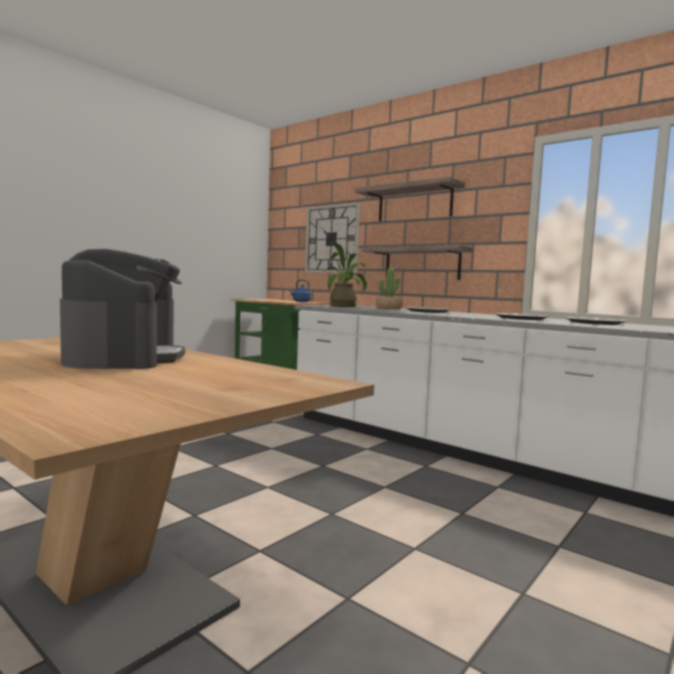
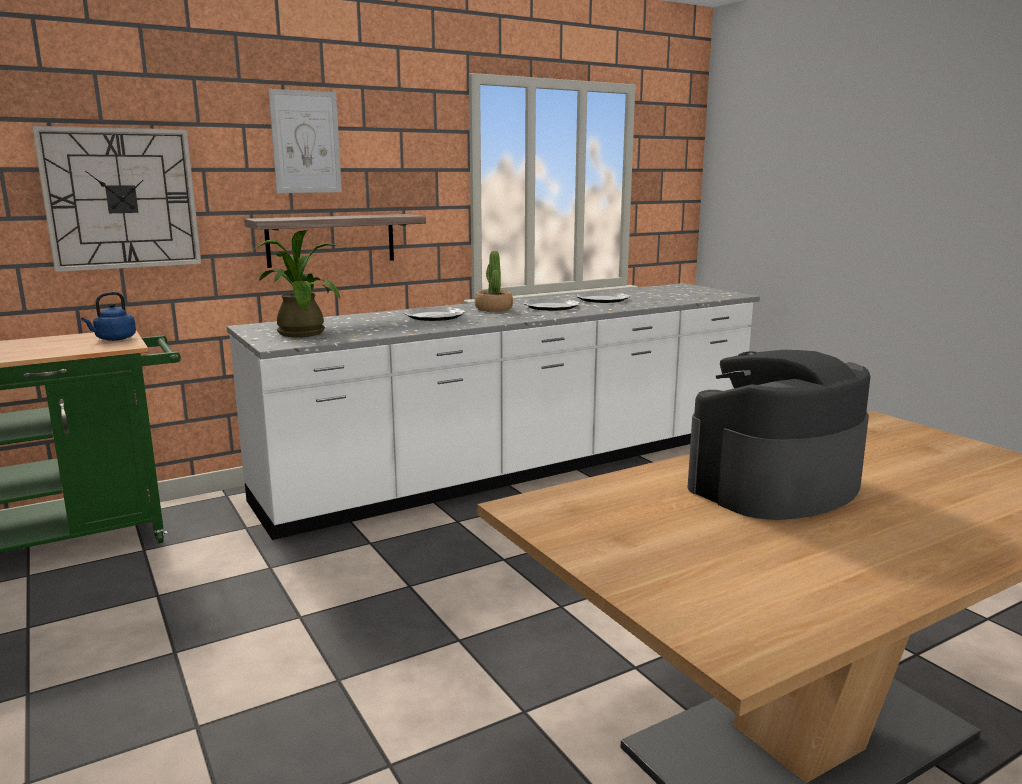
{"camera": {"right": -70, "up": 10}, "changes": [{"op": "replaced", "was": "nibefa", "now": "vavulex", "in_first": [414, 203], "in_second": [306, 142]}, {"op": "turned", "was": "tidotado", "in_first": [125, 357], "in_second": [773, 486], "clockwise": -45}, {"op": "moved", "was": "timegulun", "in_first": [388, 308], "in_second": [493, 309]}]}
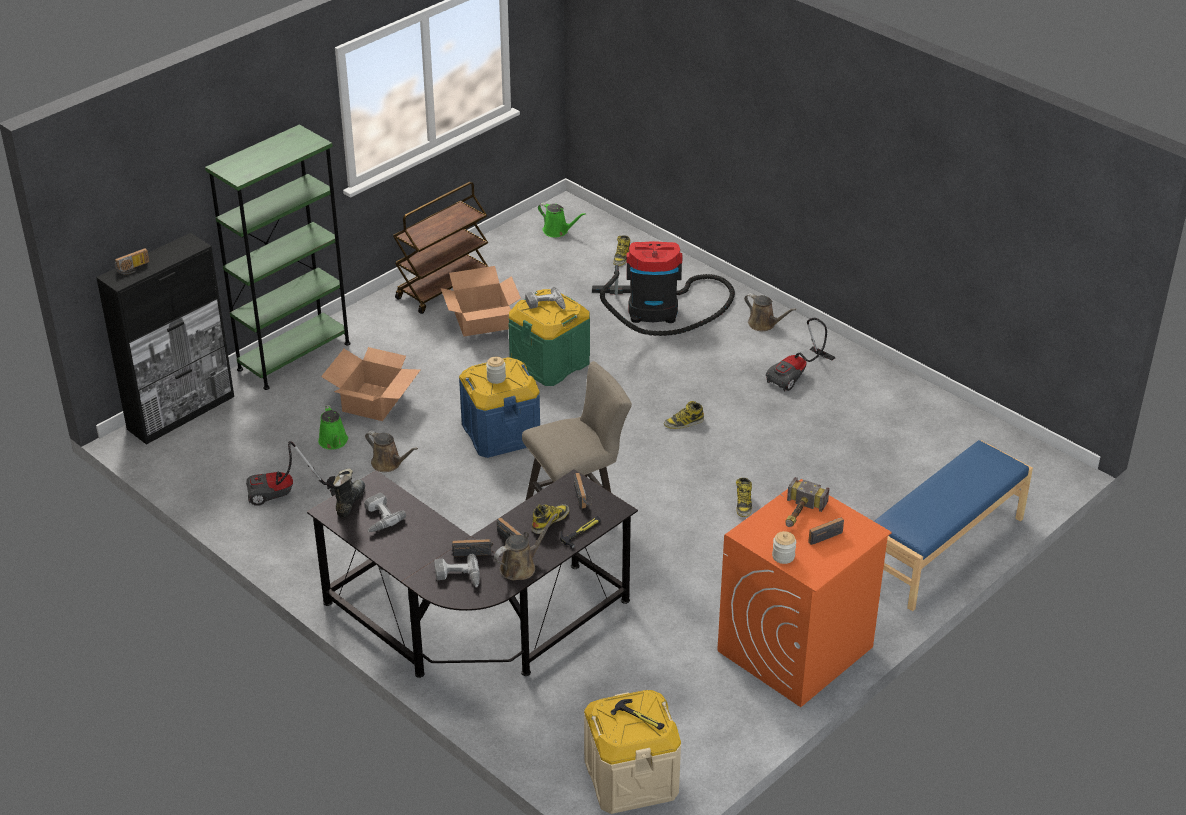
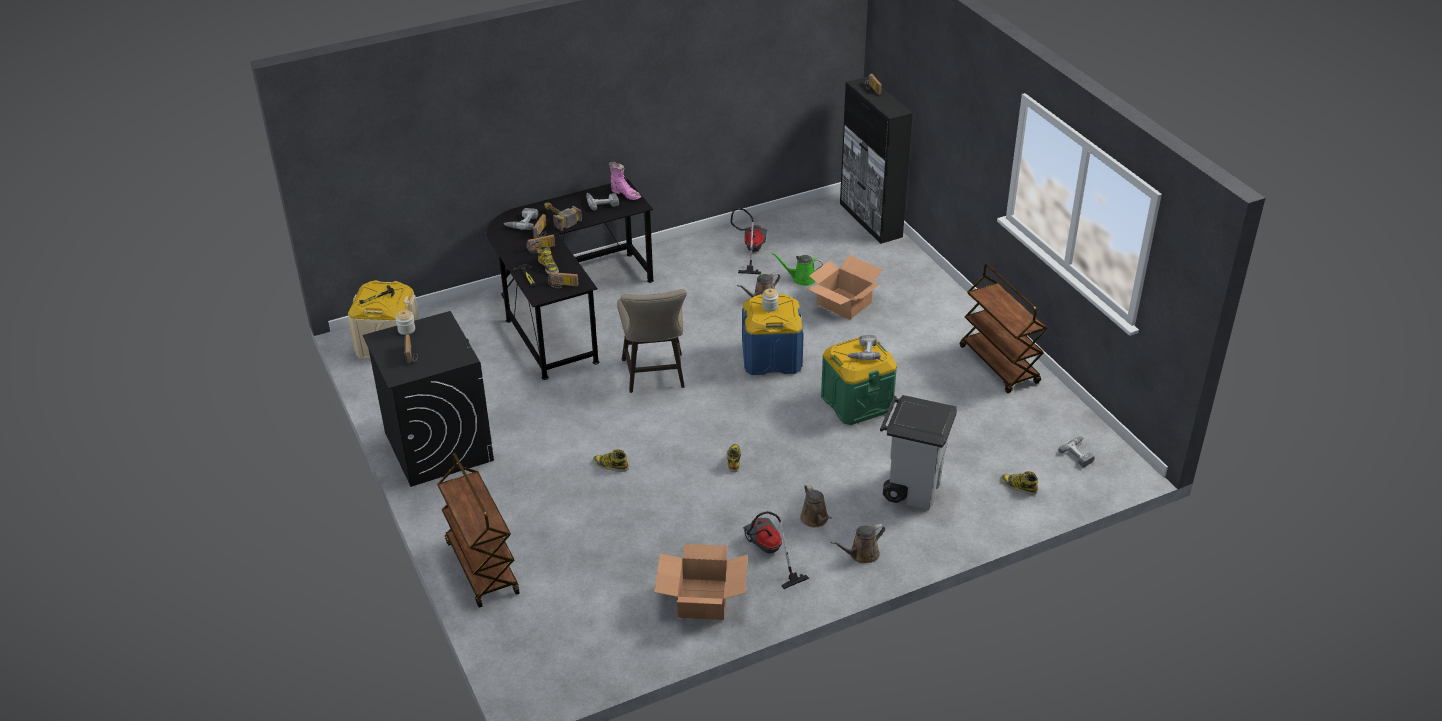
{"camera": {"right": 110, "up": 0}, "changes": [{"op": "removed", "was": "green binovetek", "in_first": [294, 356]}, {"op": "replaced", "was": "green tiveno", "now": "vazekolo", "in_first": [557, 231], "in_second": [1080, 453]}, {"op": "replaced", "was": "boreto", "now": "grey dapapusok", "in_first": [659, 311], "in_second": [912, 488]}, {"op": "moved", "was": "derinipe", "in_first": [482, 321], "in_second": [702, 599]}, {"op": "replaced", "was": "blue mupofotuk", "now": "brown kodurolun", "in_first": [944, 549], "in_second": [481, 567]}, {"op": "recoloured", "was": "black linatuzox", "now": "pink linatuzox", "in_first": [349, 502], "in_second": [625, 194]}, {"op": "moved", "was": "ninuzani", "in_first": [799, 514], "in_second": [558, 217]}, {"op": "recoloured", "was": "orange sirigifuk", "now": "black sirigifuk", "in_first": [794, 649], "in_second": [438, 445]}, {"op": "moved", "was": "brown tiveno", "in_first": [521, 566], "in_second": [815, 519]}]}
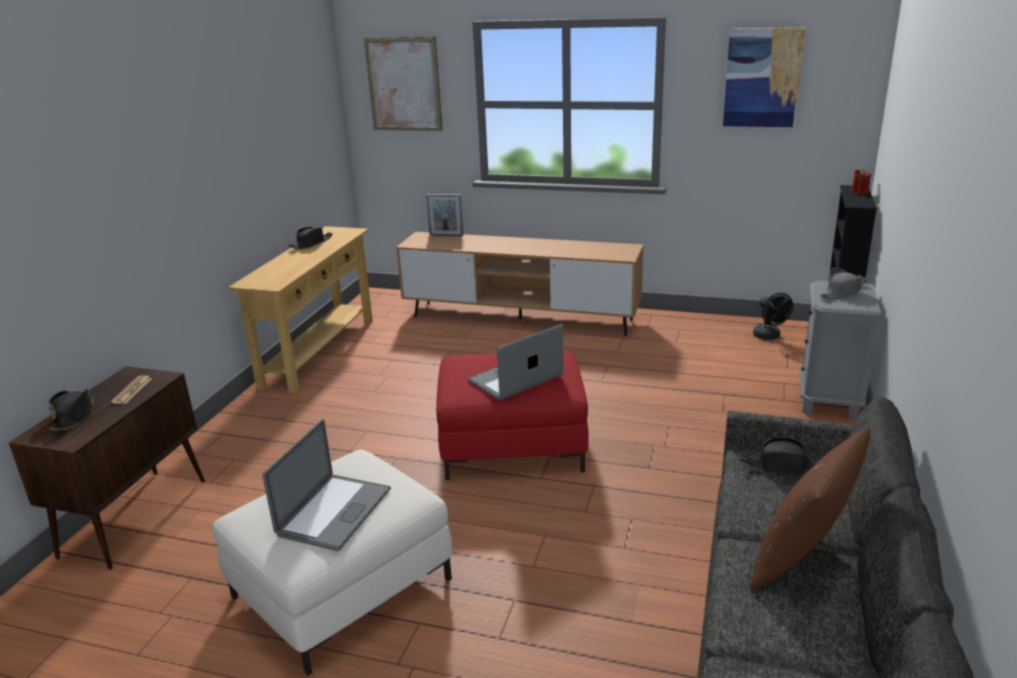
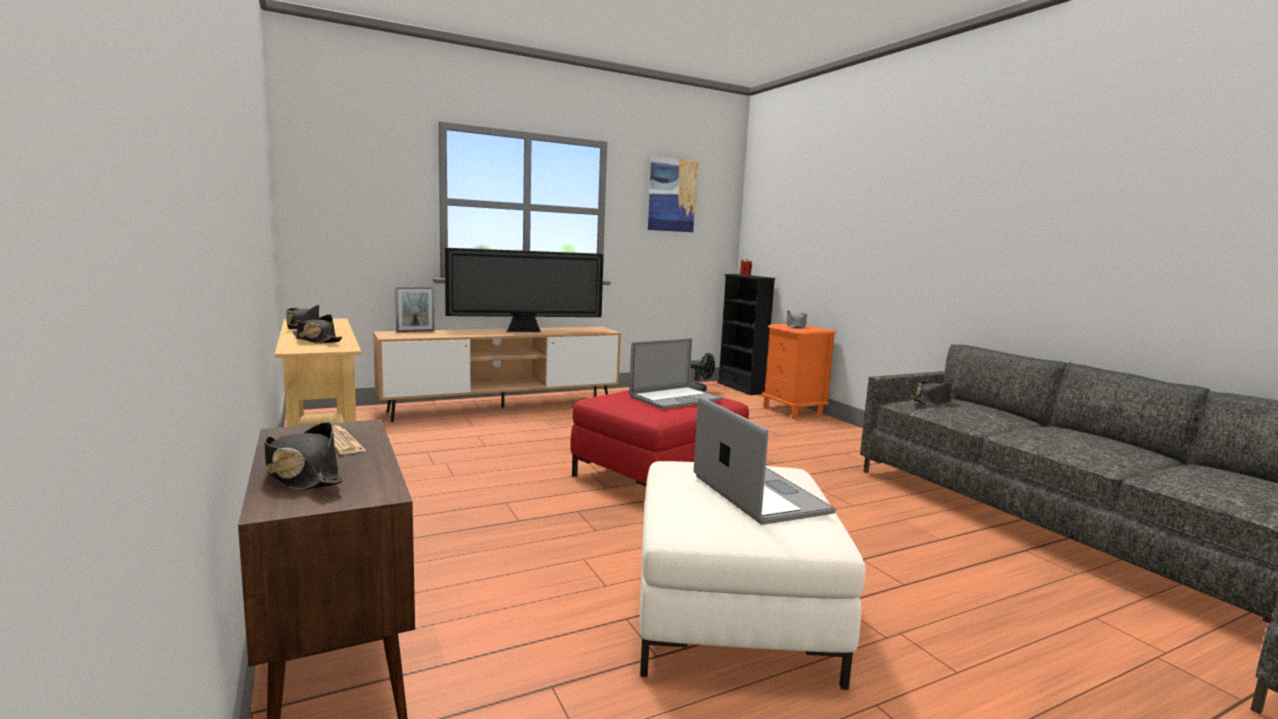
{"camera": {"right": -45, "up": -15}, "changes": [{"op": "removed", "was": "vavulex", "in_first": [403, 84]}, {"op": "recoloured", "was": "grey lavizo", "now": "orange lavizo", "in_first": [829, 400], "in_second": [793, 411]}, {"op": "turned", "was": "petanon", "in_first": [515, 378], "in_second": [675, 398], "clockwise": -135}, {"op": "removed", "was": "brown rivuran", "in_first": [801, 561]}, {"op": "added", "now": "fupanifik", "in_second": [525, 331]}, {"op": "added", "now": "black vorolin", "in_second": [316, 340]}]}
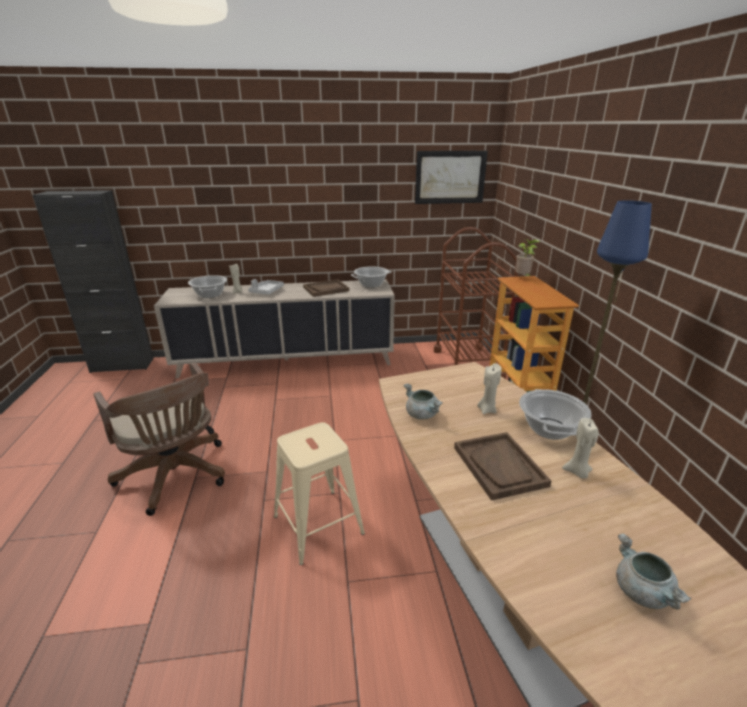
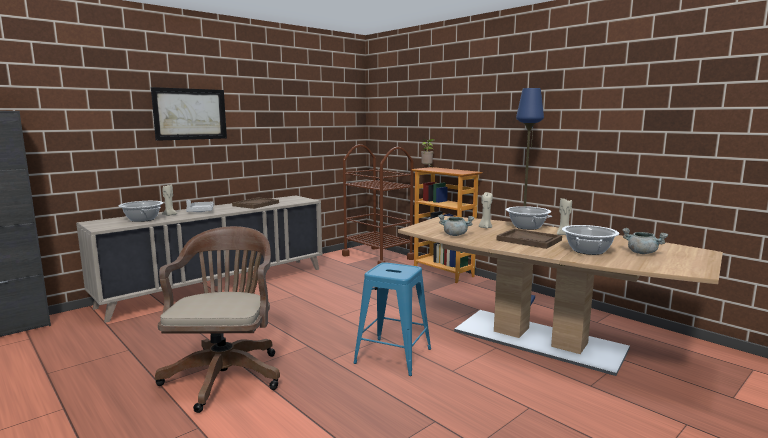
{"camera": {"right": -35, "up": -15}, "changes": [{"op": "moved", "was": "vavulex", "in_first": [450, 177], "in_second": [190, 114]}, {"op": "moved", "was": "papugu", "in_first": [371, 284], "in_second": [588, 251]}, {"op": "turned", "was": "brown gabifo", "in_first": [176, 477], "in_second": [226, 374], "clockwise": -105}, {"op": "recoloured", "was": "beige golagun", "now": "blue golagun", "in_first": [318, 525], "in_second": [393, 356]}]}
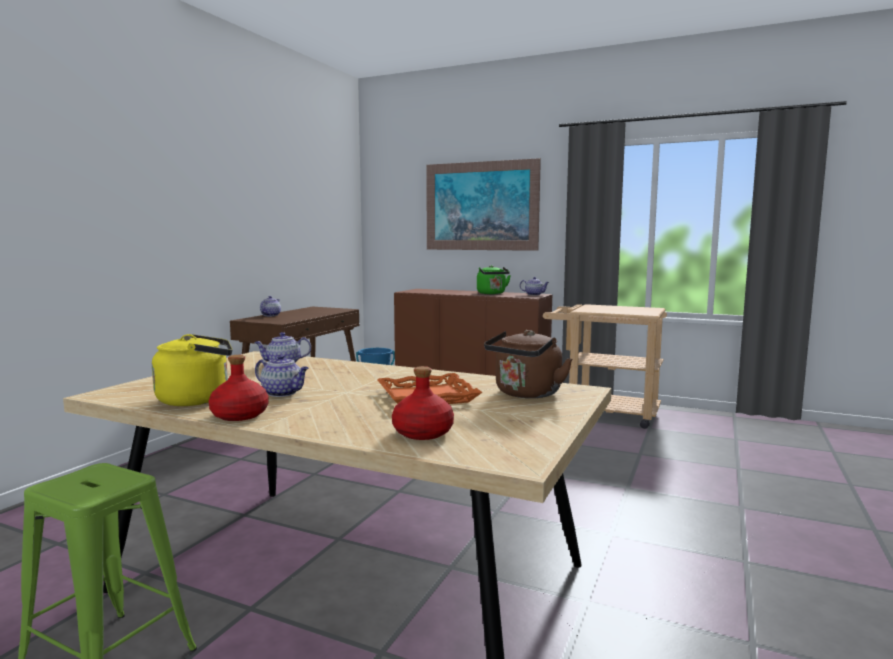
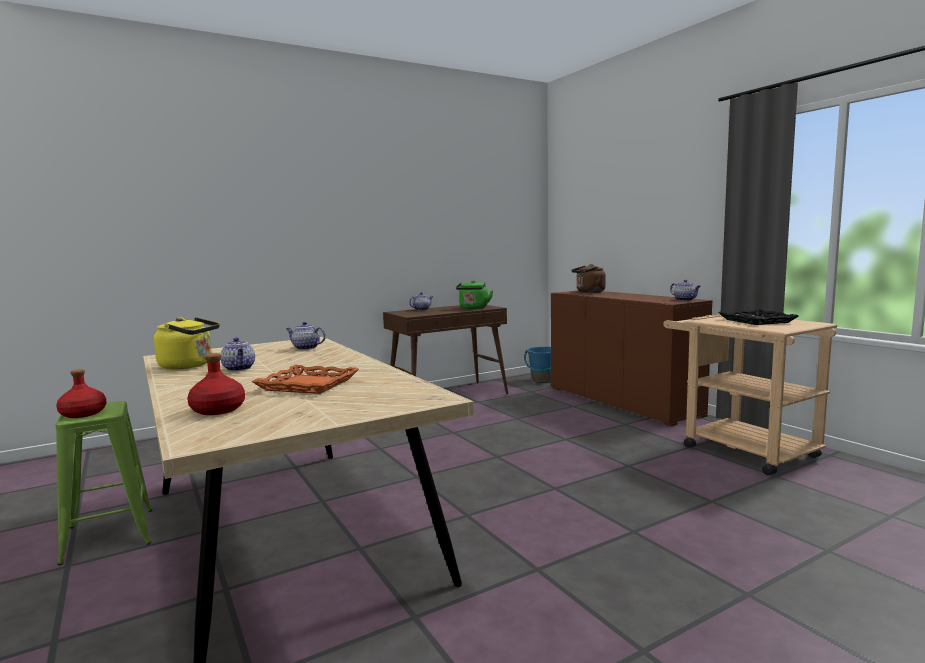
{"camera": {"right": 35, "up": 0}, "changes": [{"op": "removed", "was": "vavulex", "in_first": [481, 206]}, {"op": "moved", "was": "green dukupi", "in_first": [492, 293], "in_second": [473, 308]}, {"op": "moved", "was": "brown dukupi", "in_first": [526, 394], "in_second": [589, 292]}, {"op": "moved", "was": "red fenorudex", "in_first": [239, 415], "in_second": [83, 414]}, {"op": "added", "now": "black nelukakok", "in_second": [756, 321]}]}
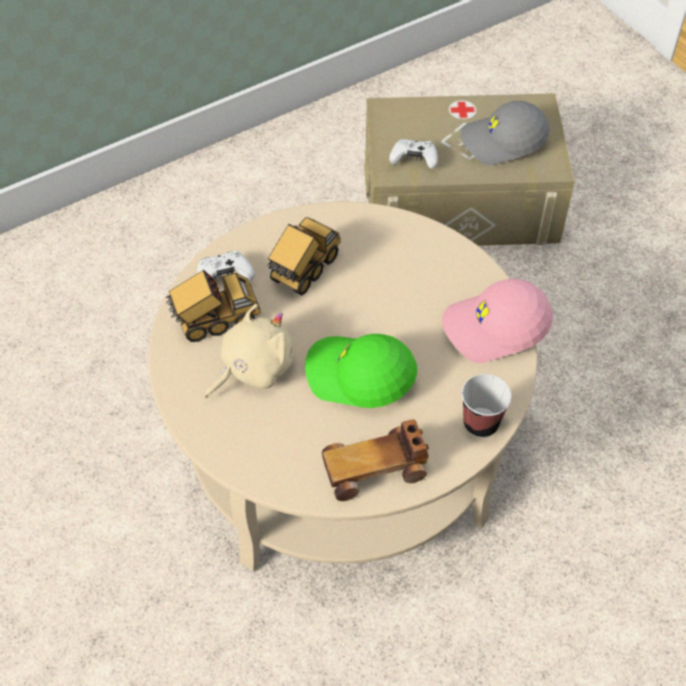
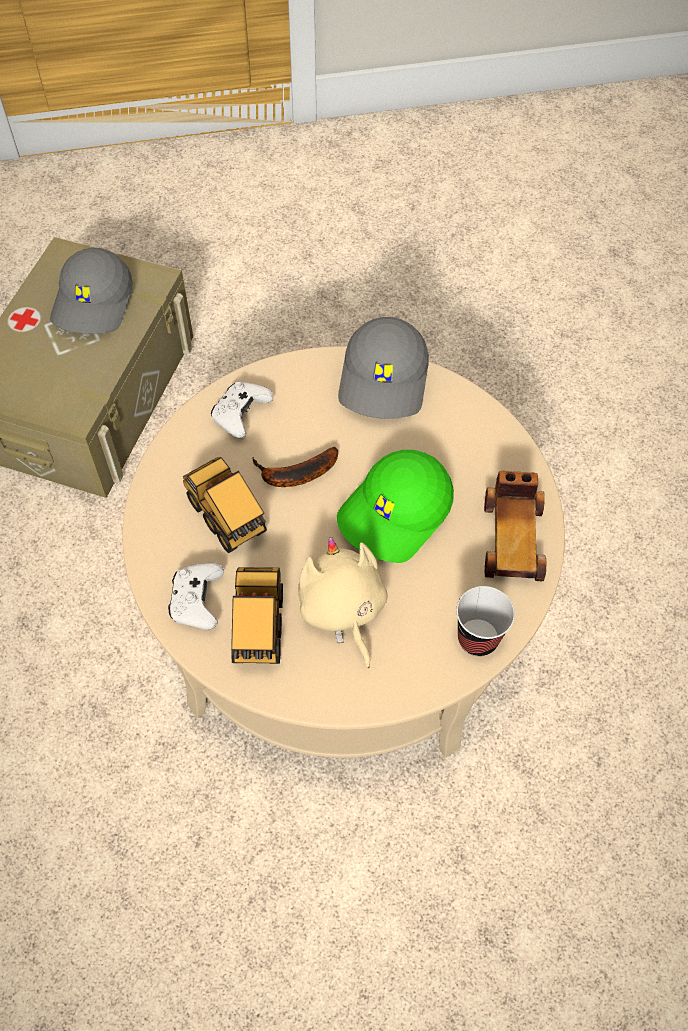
{"camera": {"right": -70, "up": 5}, "changes": [{"op": "moved", "was": "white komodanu", "in_first": [414, 159], "in_second": [241, 414]}, {"op": "recoloured", "was": "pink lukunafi", "now": "grey lukunafi", "in_first": [495, 329], "in_second": [385, 380]}, {"op": "moved", "was": "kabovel", "in_first": [481, 424], "in_second": [477, 639]}, {"op": "added", "now": "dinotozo", "in_second": [294, 475]}]}
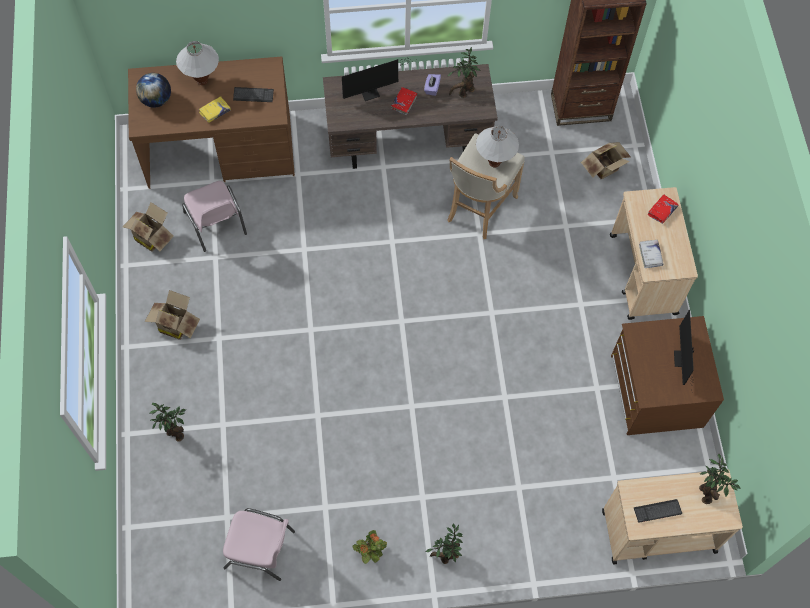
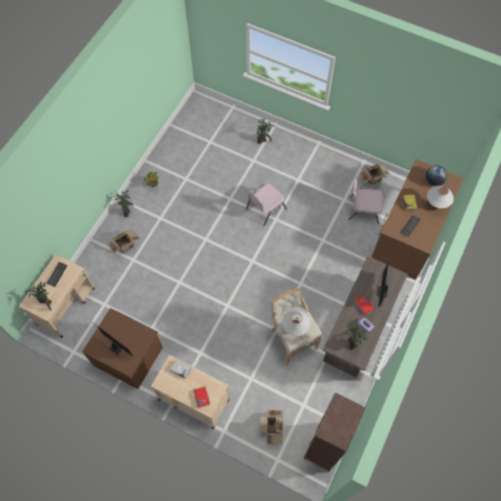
{"camera": {"right": 125, "up": 0}, "changes": [{"op": "moved", "was": "derinipe", "in_first": [175, 324], "in_second": [126, 246]}, {"op": "moved", "was": "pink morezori", "in_first": [261, 549], "in_second": [265, 208]}]}
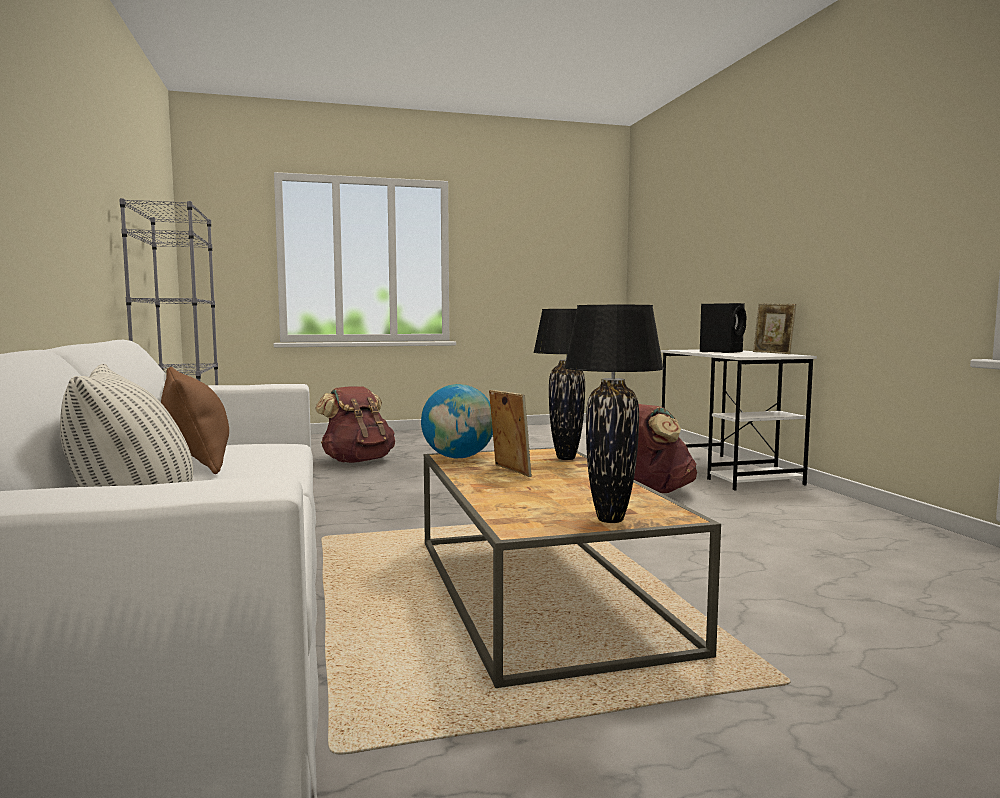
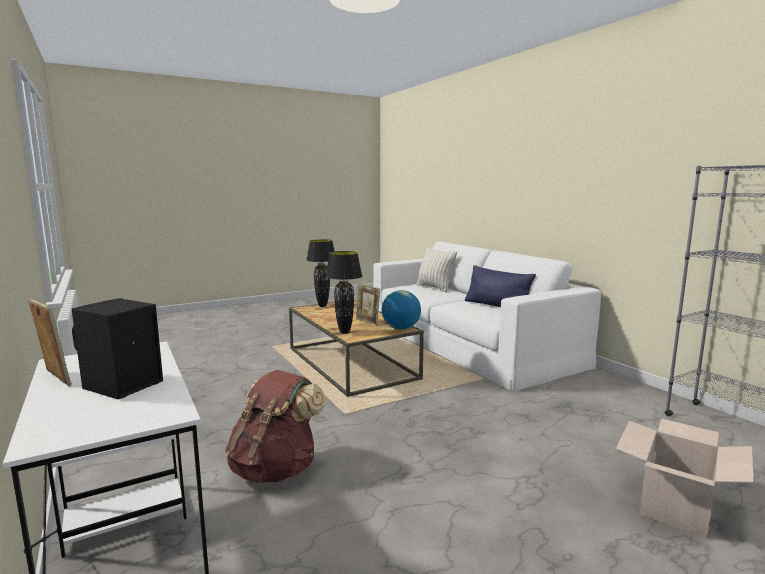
{"camera": {"right": 165, "up": 5}, "changes": [{"op": "recoloured", "was": "brown rivuran", "now": "blue rivuran", "in_first": [196, 458], "in_second": [496, 306]}, {"op": "replaced", "was": "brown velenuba", "now": "derinipe", "in_first": [358, 461], "in_second": [676, 506]}]}
